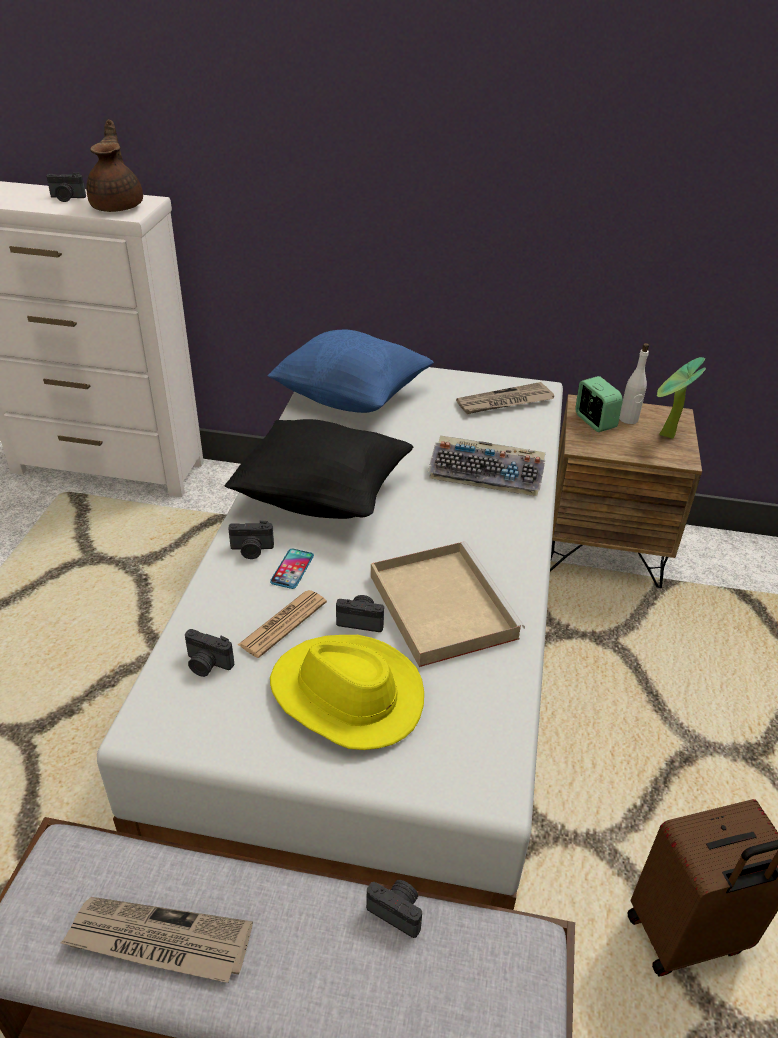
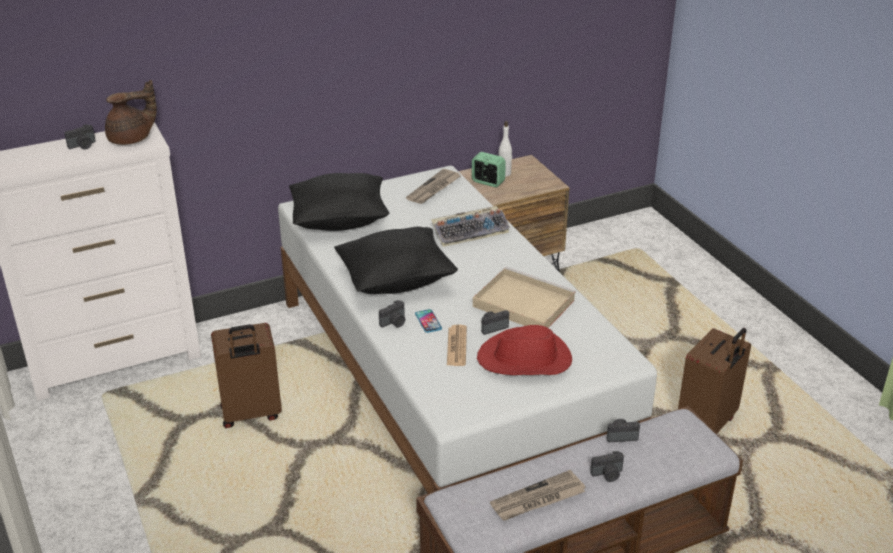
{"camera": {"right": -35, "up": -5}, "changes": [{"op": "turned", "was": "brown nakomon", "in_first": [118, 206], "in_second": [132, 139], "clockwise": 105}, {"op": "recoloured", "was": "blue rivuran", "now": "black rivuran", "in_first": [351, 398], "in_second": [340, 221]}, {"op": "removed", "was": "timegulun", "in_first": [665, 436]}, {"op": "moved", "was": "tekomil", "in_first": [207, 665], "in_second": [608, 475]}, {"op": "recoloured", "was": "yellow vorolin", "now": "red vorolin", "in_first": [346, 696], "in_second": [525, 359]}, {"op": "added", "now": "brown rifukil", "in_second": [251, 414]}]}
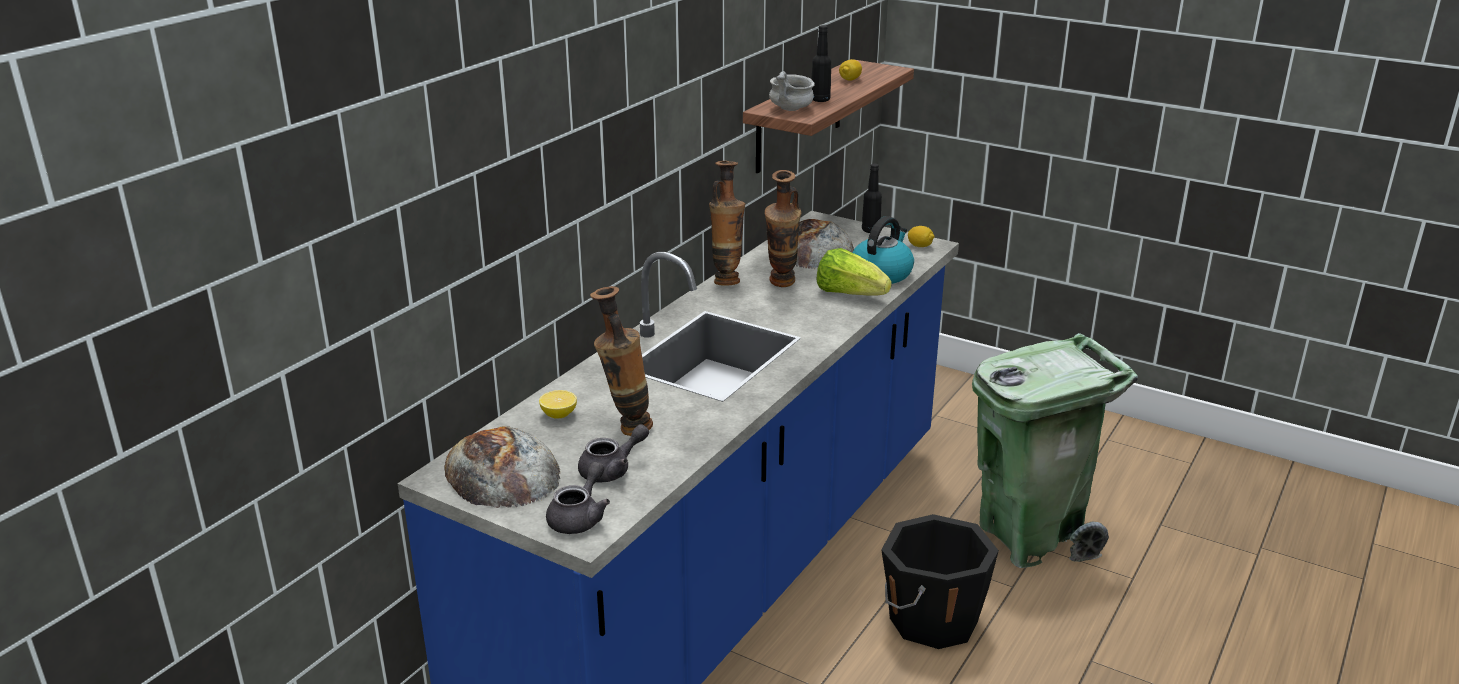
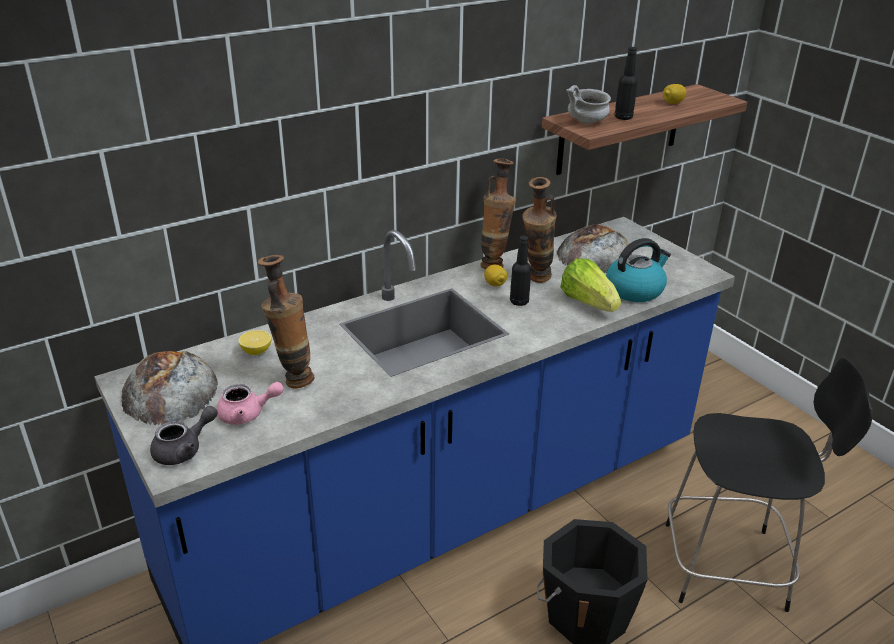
{"camera": {"right": 25, "up": 5}, "changes": [{"op": "moved", "was": "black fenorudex", "in_first": [870, 230], "in_second": [519, 302]}, {"op": "moved", "was": "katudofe", "in_first": [920, 246], "in_second": [495, 284]}, {"op": "replaced", "was": "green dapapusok", "now": "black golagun", "in_first": [1030, 536], "in_second": [729, 566]}, {"op": "recoloured", "was": "grey nakomon", "now": "pink nakomon", "in_first": [612, 470], "in_second": [247, 414]}]}
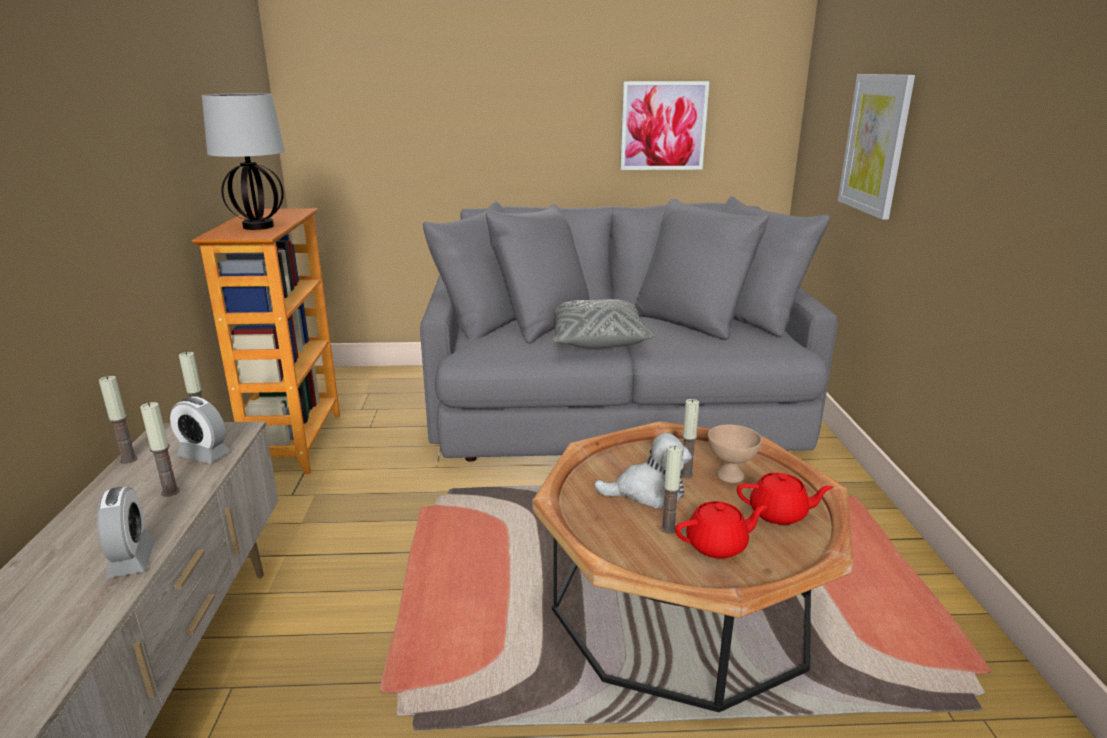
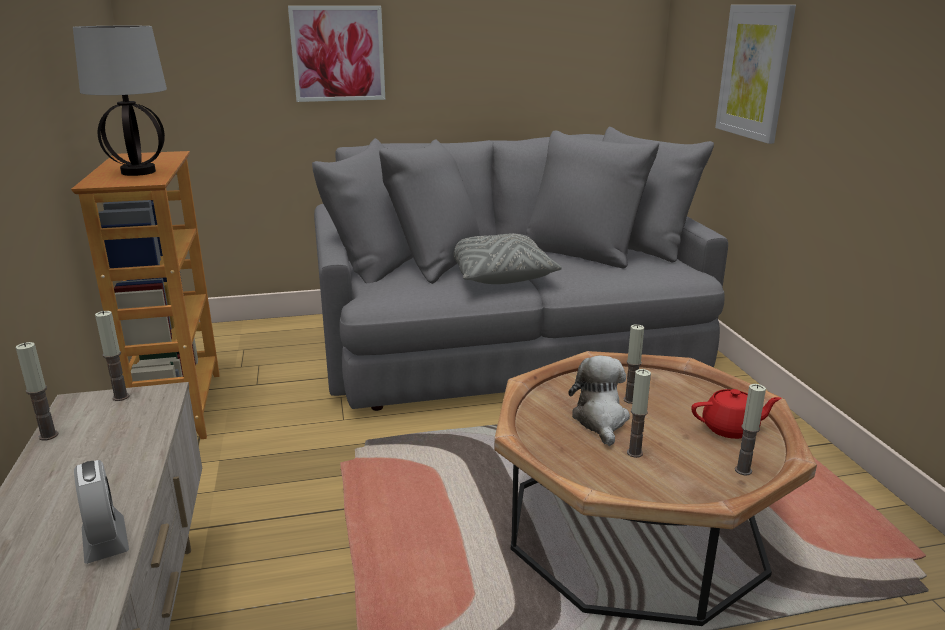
{"camera": {"right": -10, "up": 0}, "changes": [{"op": "moved", "was": "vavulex", "in_first": [663, 126], "in_second": [338, 54]}, {"op": "removed", "was": "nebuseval", "in_first": [204, 454]}, {"op": "moved", "was": "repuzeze", "in_first": [170, 492], "in_second": [743, 470]}, {"op": "removed", "was": "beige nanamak", "in_first": [729, 475]}, {"op": "turned", "was": "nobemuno", "in_first": [647, 492], "in_second": [600, 420], "clockwise": -75}, {"op": "removed", "was": "red nakomon", "in_first": [717, 545]}]}
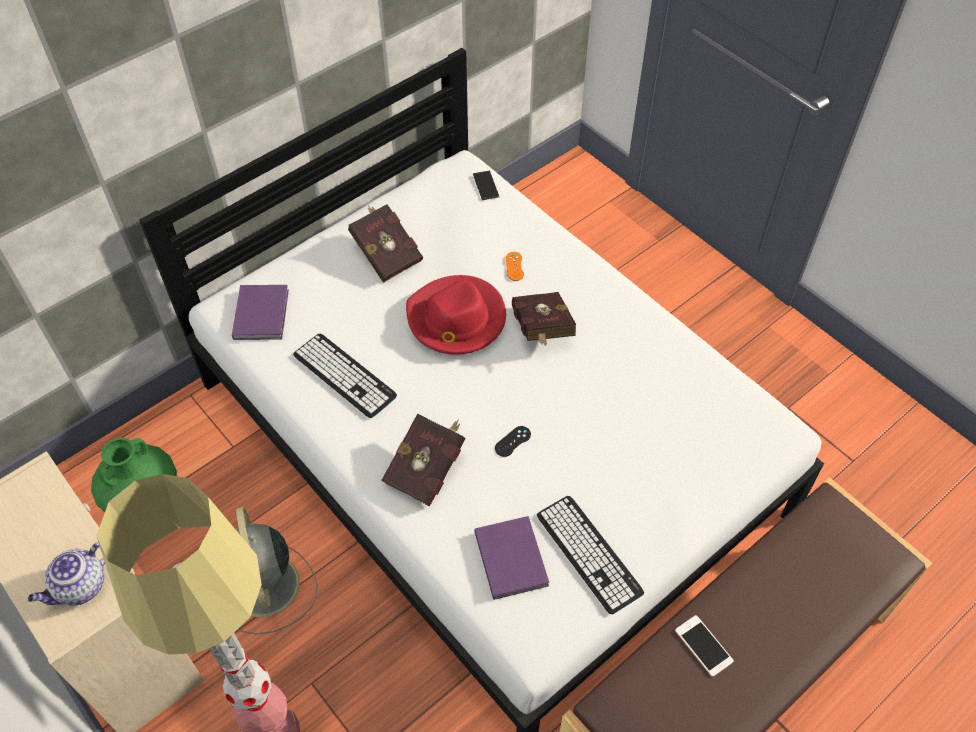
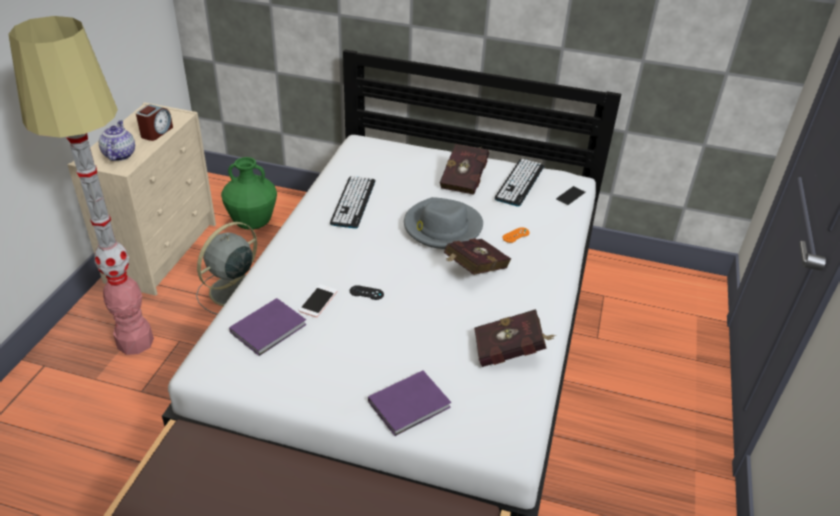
{"camera": {"right": 55, "up": -15}, "changes": [{"op": "recoloured", "was": "red vorolin", "now": "grey vorolin", "in_first": [456, 319], "in_second": [442, 227]}, {"op": "moved", "was": "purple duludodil", "in_first": [262, 313], "in_second": [411, 404]}, {"op": "moved", "was": "red duludodil", "in_first": [428, 468], "in_second": [510, 352]}, {"op": "moved", "was": "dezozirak", "in_first": [588, 554], "in_second": [519, 182]}, {"op": "turned", "was": "nakomon", "in_first": [80, 587], "in_second": [119, 154], "clockwise": 75}, {"op": "moved", "was": "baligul", "in_first": [703, 646], "in_second": [318, 301]}, {"op": "added", "now": "nebuseval", "in_second": [156, 132]}]}
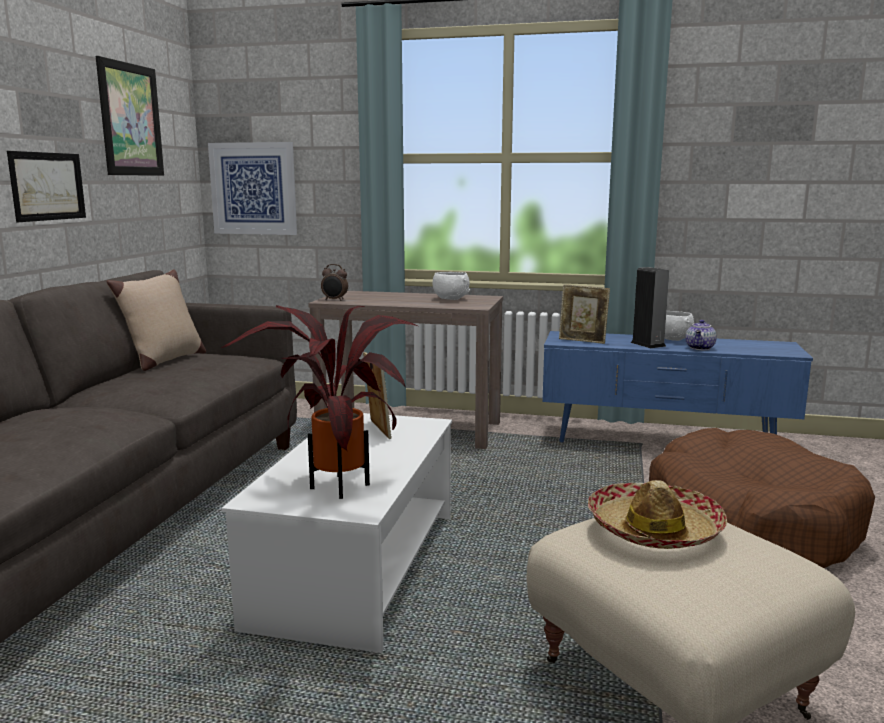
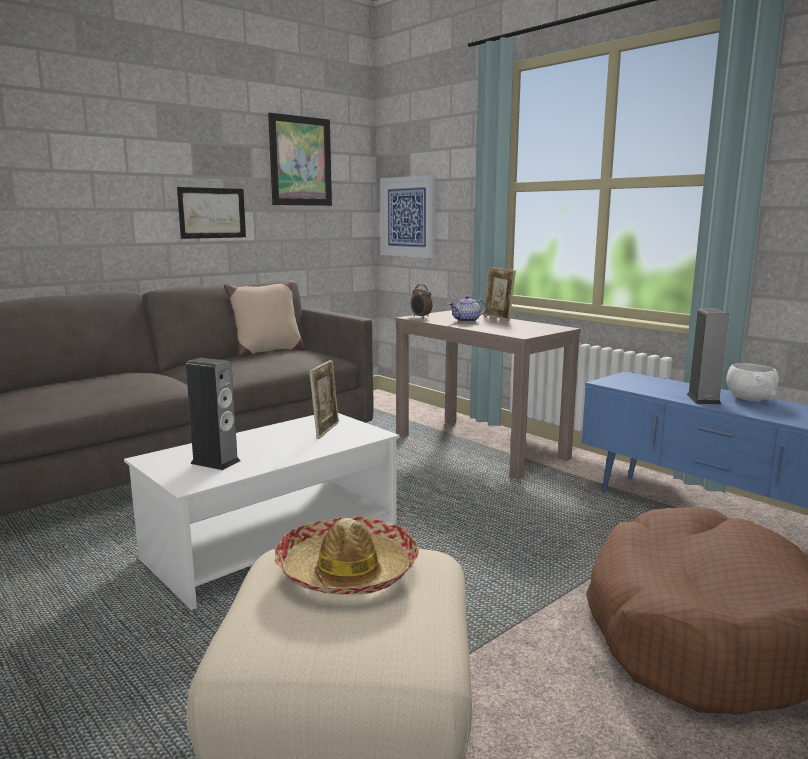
{"camera": {"right": 35, "up": 0}, "changes": [{"op": "removed", "was": "white nanamak", "in_first": [450, 299]}, {"op": "moved", "was": "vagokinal", "in_first": [582, 341], "in_second": [498, 318]}, {"op": "replaced", "was": "timegulun", "now": "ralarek", "in_first": [337, 484], "in_second": [215, 462]}, {"op": "moved", "was": "nakomon", "in_first": [700, 348], "in_second": [467, 321]}]}
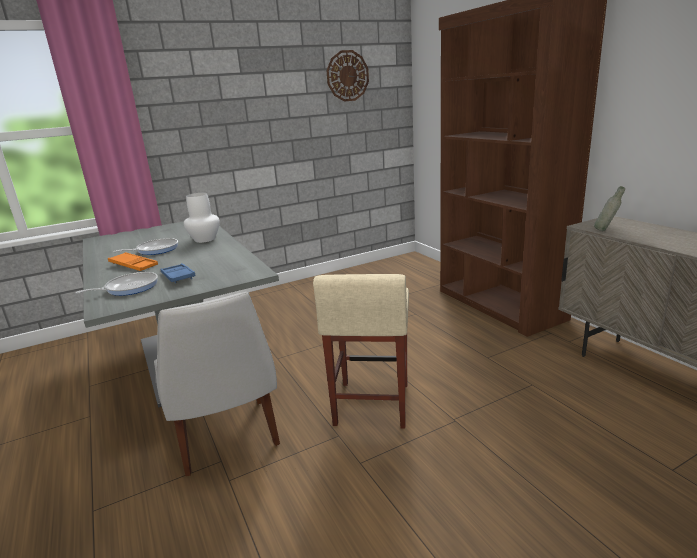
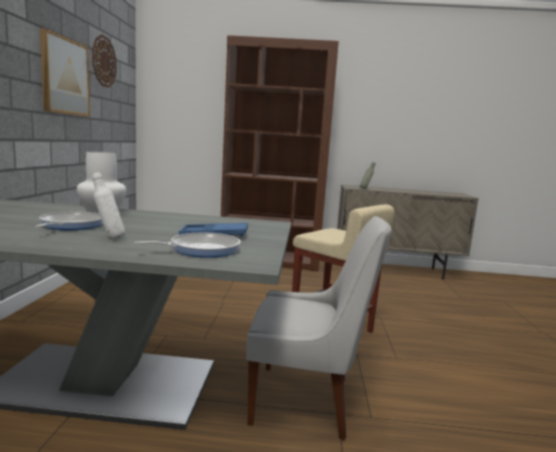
{"camera": {"right": -60, "up": -10}, "changes": [{"op": "replaced", "was": "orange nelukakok", "now": "white fenorudex", "in_first": [133, 265], "in_second": [108, 238]}, {"op": "turned", "was": "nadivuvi", "in_first": [129, 288], "in_second": [201, 249], "clockwise": 60}, {"op": "added", "now": "vavulex", "in_second": [64, 76]}]}
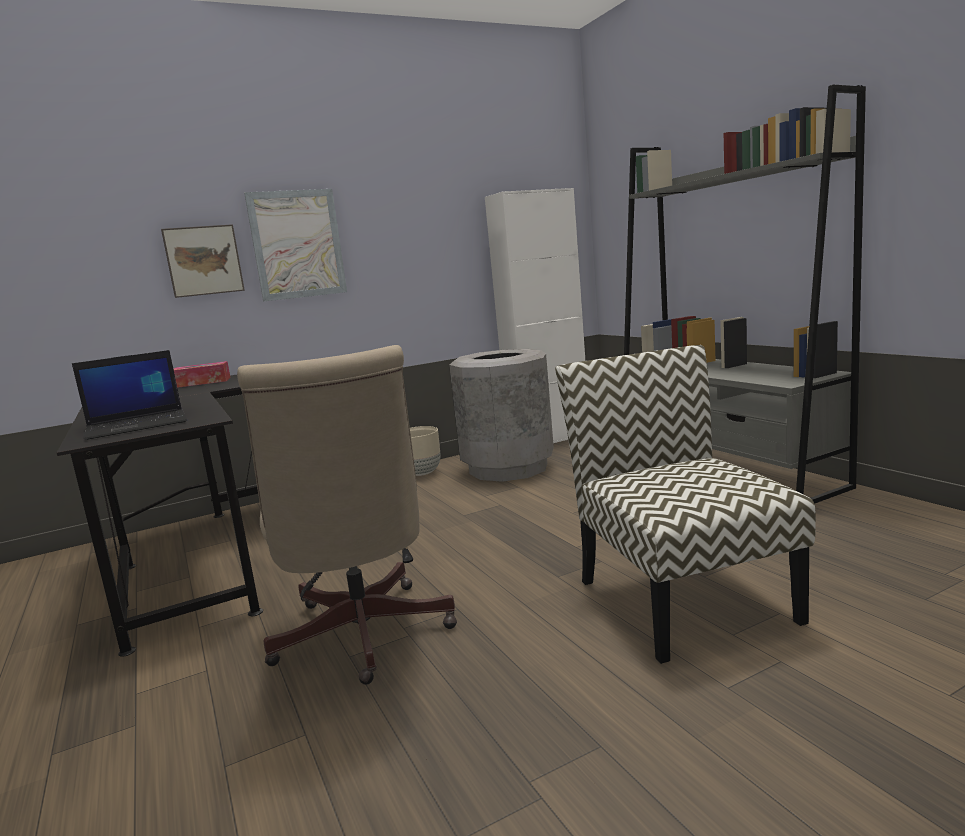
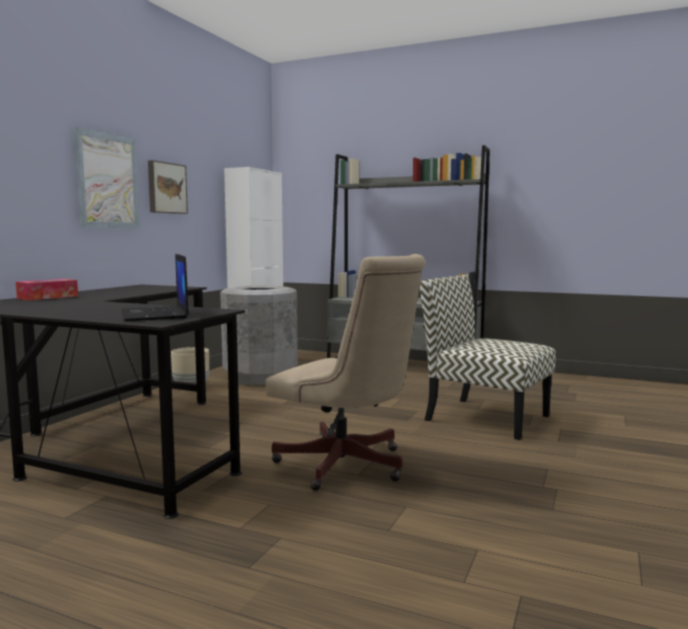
{"camera": {"right": -40, "up": -5}, "changes": [{"op": "moved", "was": "vavulex", "in_first": [203, 261], "in_second": [166, 188]}, {"op": "turned", "was": "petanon", "in_first": [138, 425], "in_second": [155, 314], "clockwise": 135}]}
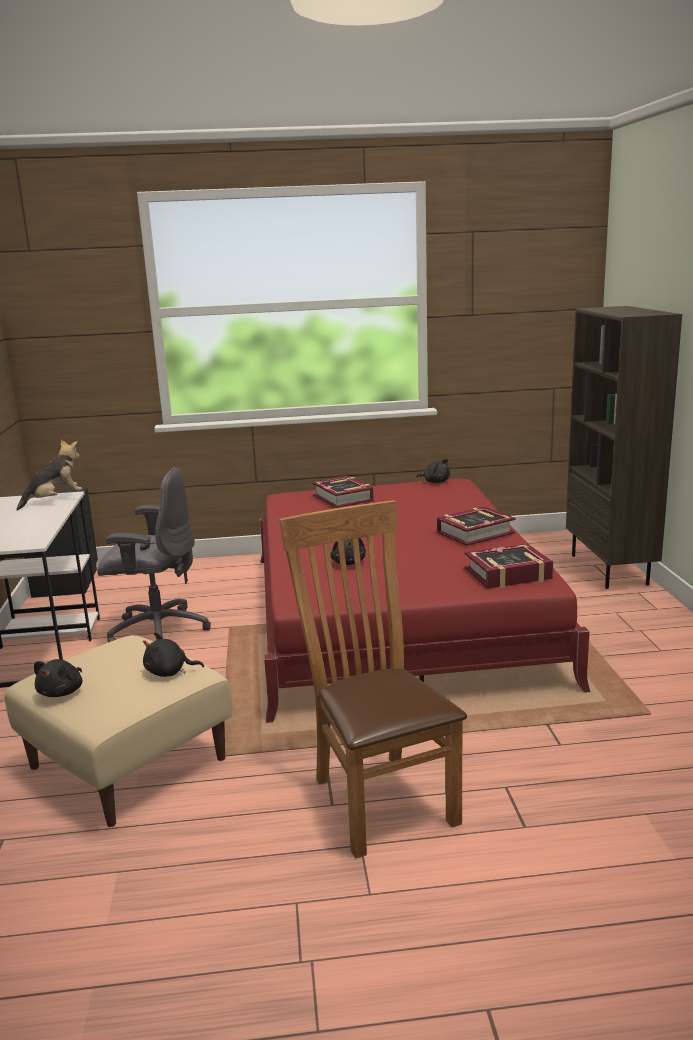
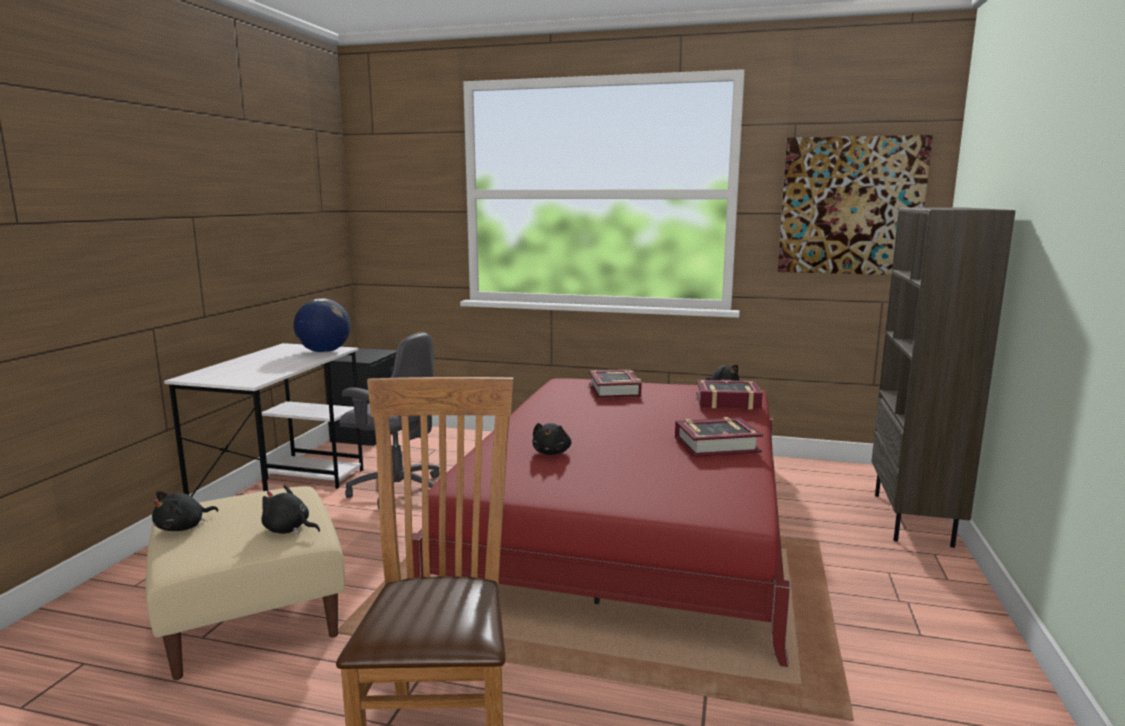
{"camera": {"right": 20, "up": -5}, "changes": [{"op": "replaced", "was": "nobemuno", "now": "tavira", "in_first": [55, 500], "in_second": [324, 351]}, {"op": "moved", "was": "duludodil", "in_first": [508, 574], "in_second": [727, 401]}, {"op": "added", "now": "vavulex", "in_second": [851, 206]}]}
